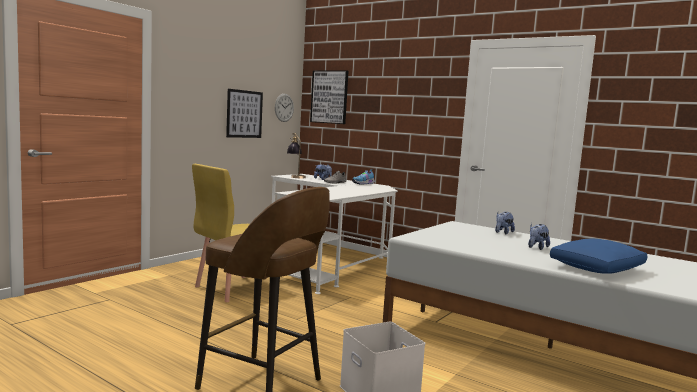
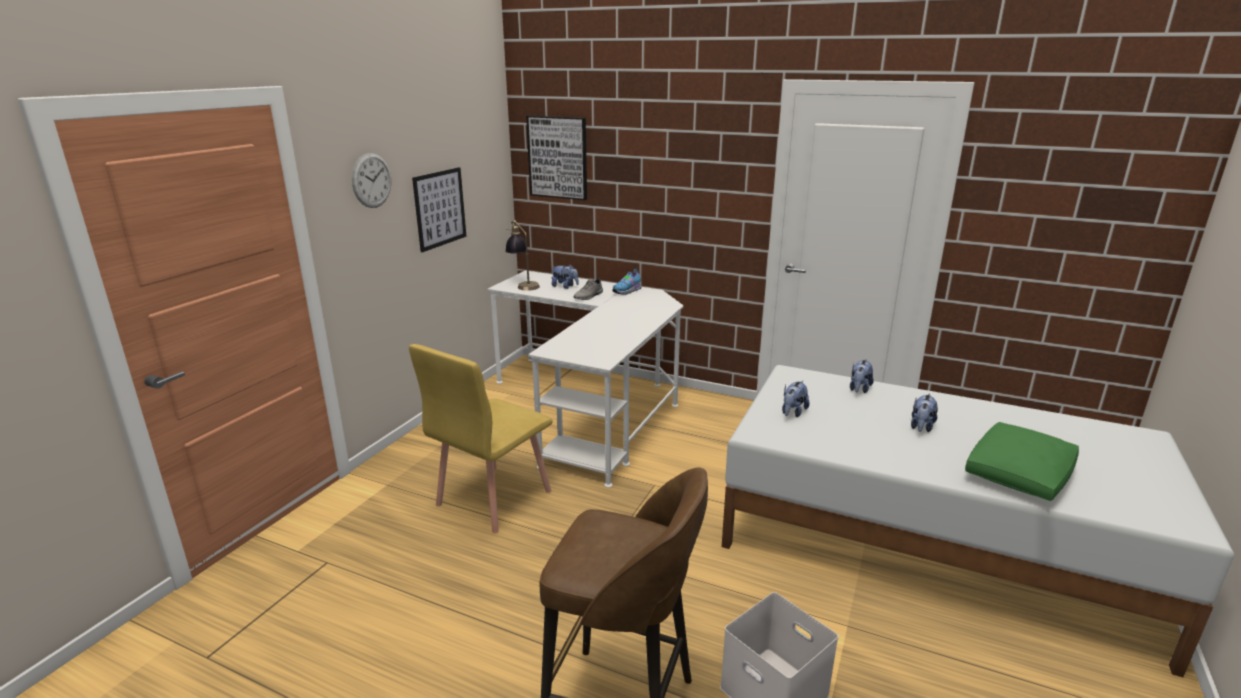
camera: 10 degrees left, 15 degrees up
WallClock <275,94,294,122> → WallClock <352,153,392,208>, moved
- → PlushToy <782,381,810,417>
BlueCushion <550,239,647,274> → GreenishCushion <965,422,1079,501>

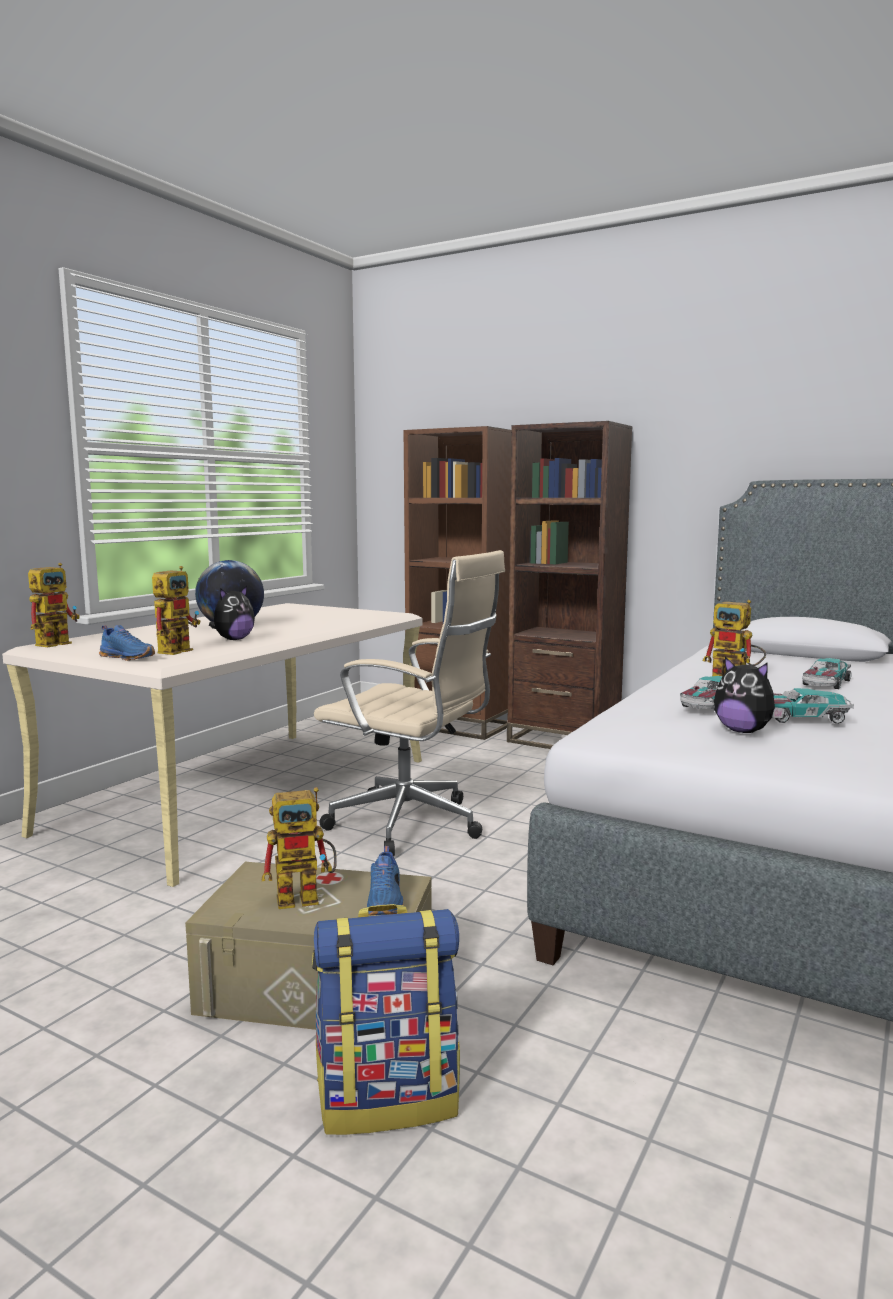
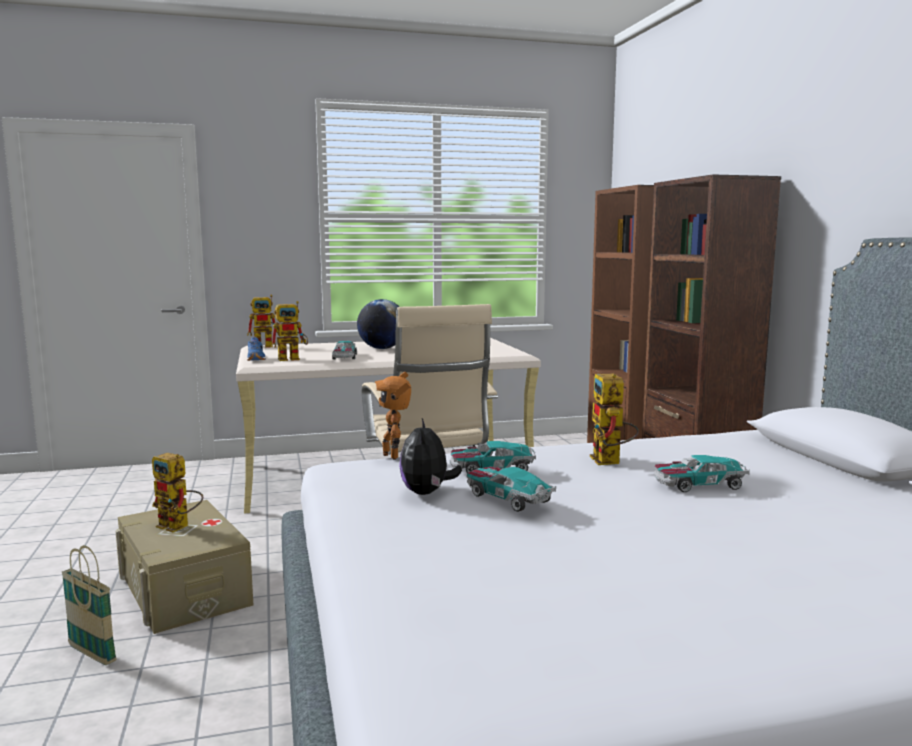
camera: 45 degrees right, 0 degrees up
Knapsack <312,904,460,1135> → StorageBasket <62,545,116,665>
PlushToy <209,586,255,640> → ToyCar <332,341,357,359>
- → ToyRobot <375,372,411,460>
BlueLowShoe <367,846,404,915> → -

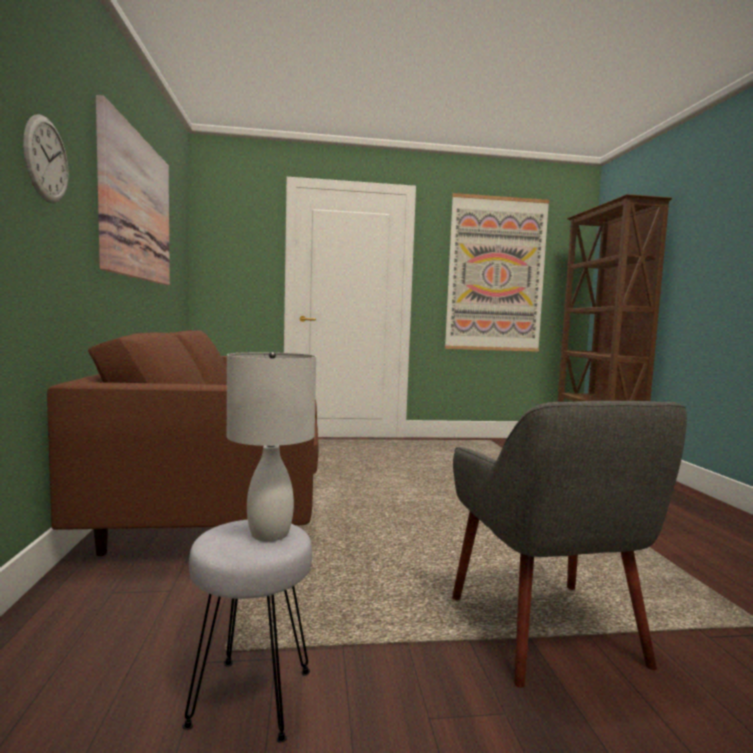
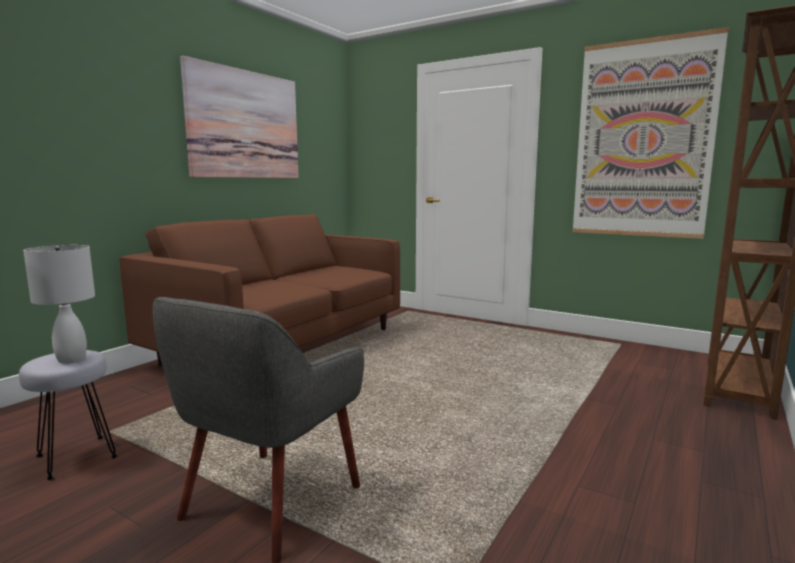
camera: 40 degrees right, 5 degrees up
WallClock <23,114,68,204> → -

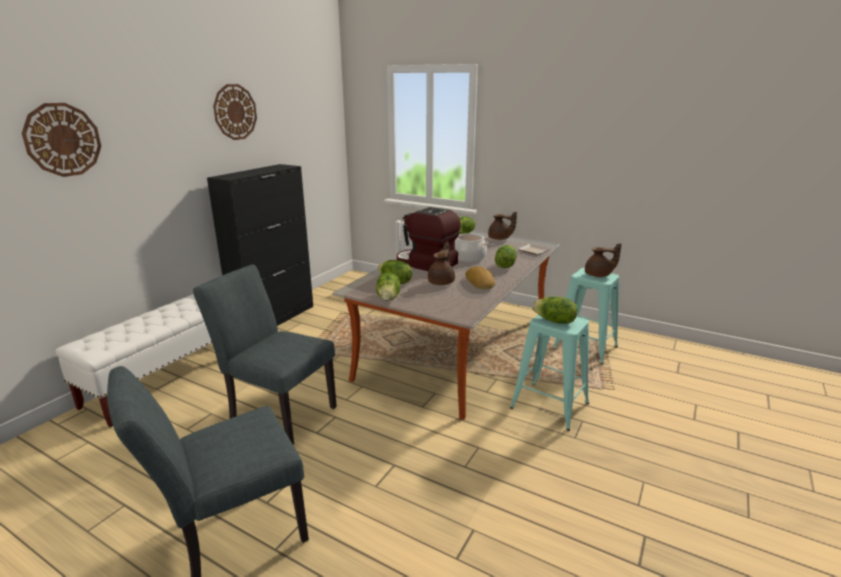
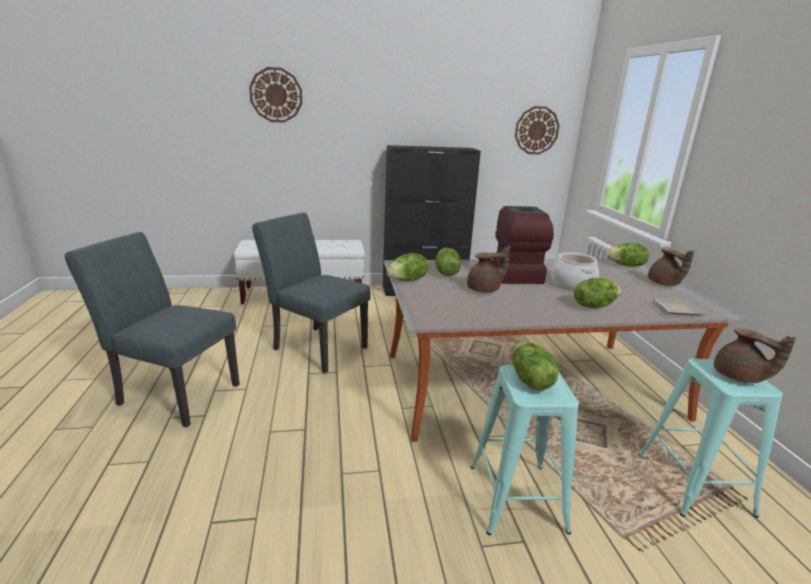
camera: 50 degrees right, 0 degrees up
GreyishChair <193,265,337,445> → GreyishChair <252,213,370,373>, 45 degrees counterclockwise
WallClock <213,84,257,140> → WallClock <515,106,559,154>, moved
BakeryBread <465,266,495,289> → -

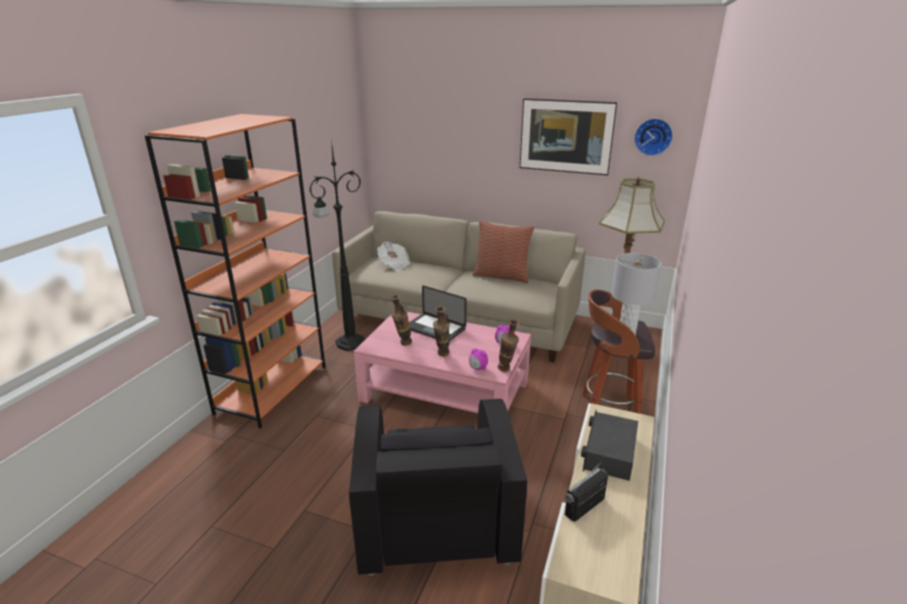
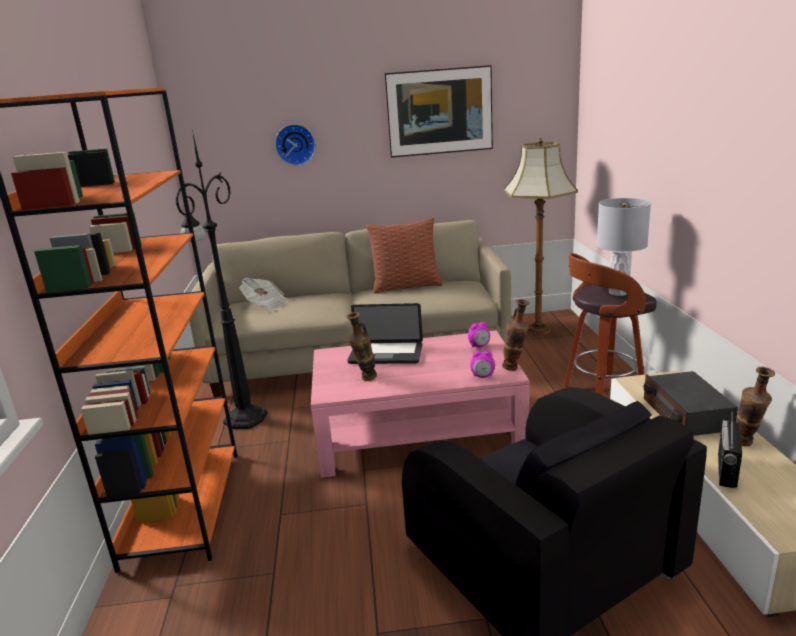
camera: 25 degrees left, 5 degrees down
WallClock <634,118,673,156> → WallClock <275,124,316,166>, moved
FlowerVase <433,306,450,356> → FlowerVase <736,367,775,446>, moved

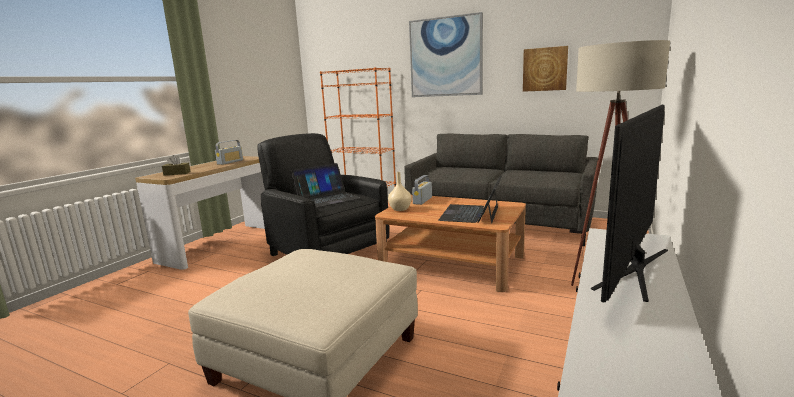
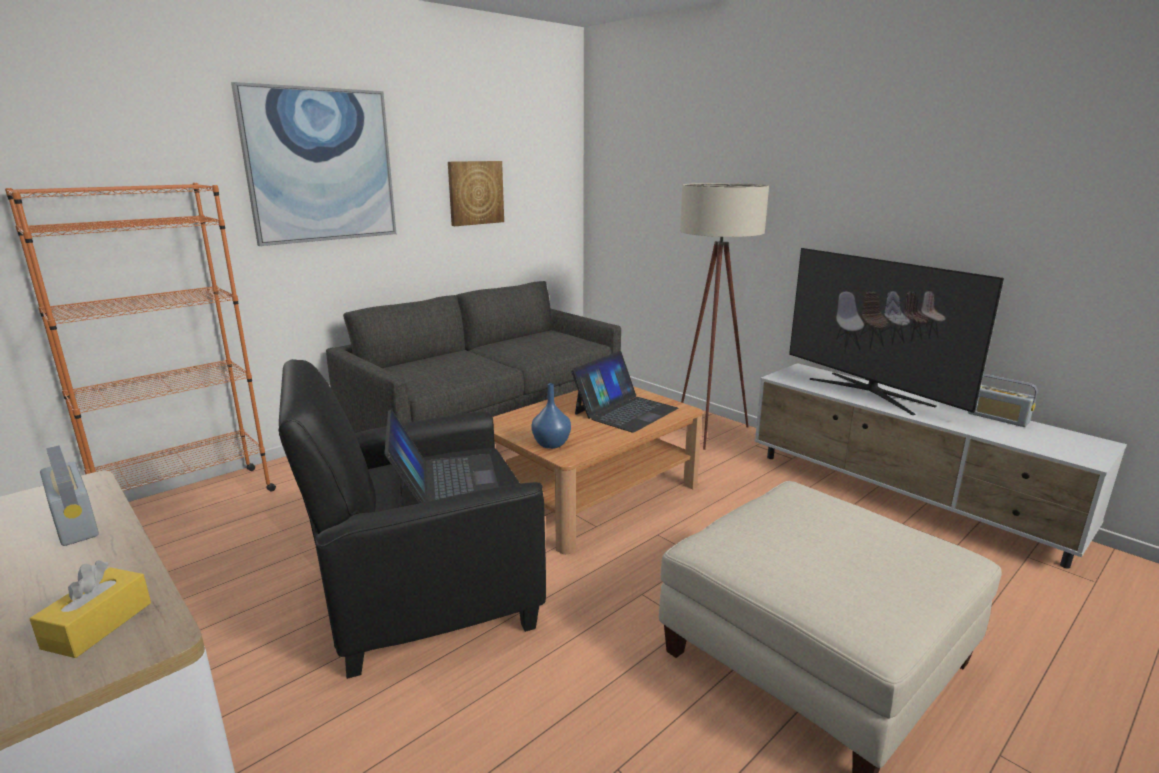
camera: 70 degrees left, 5 degrees up
BrownishTissueHolder <162,155,191,175> → YellowishTissueHolder <30,560,151,658>
SandColouredFlowerVase <388,172,412,211> → BlueFlowerVase <531,383,571,449>
PortableComputer <439,176,502,224> → PortableComputer <571,351,678,433>, 90 degrees counterclockwise
RadioReceiver <412,175,432,205> → RadioReceiver <968,374,1038,427>, moved

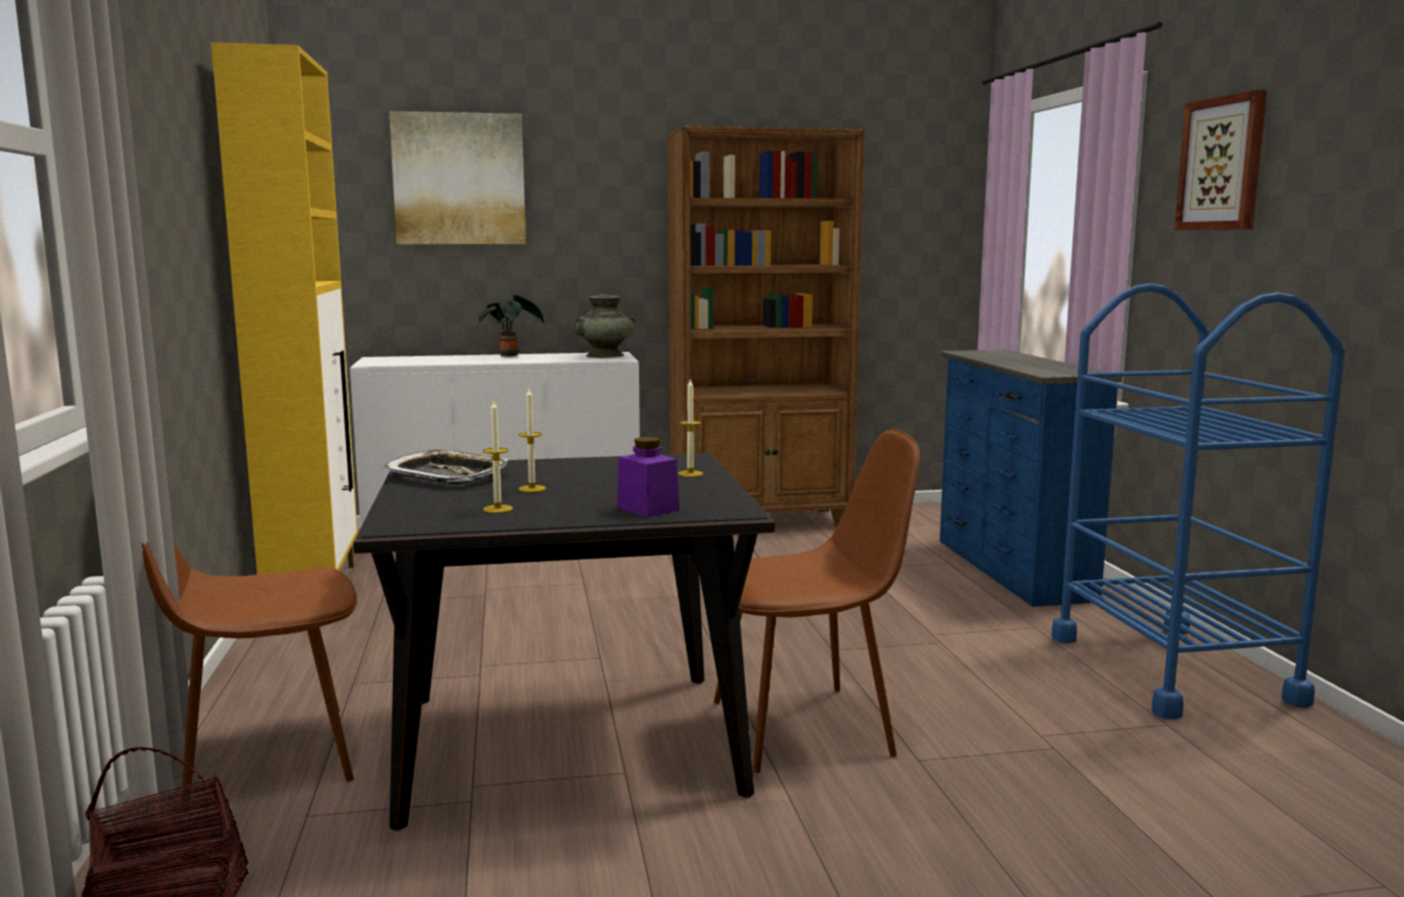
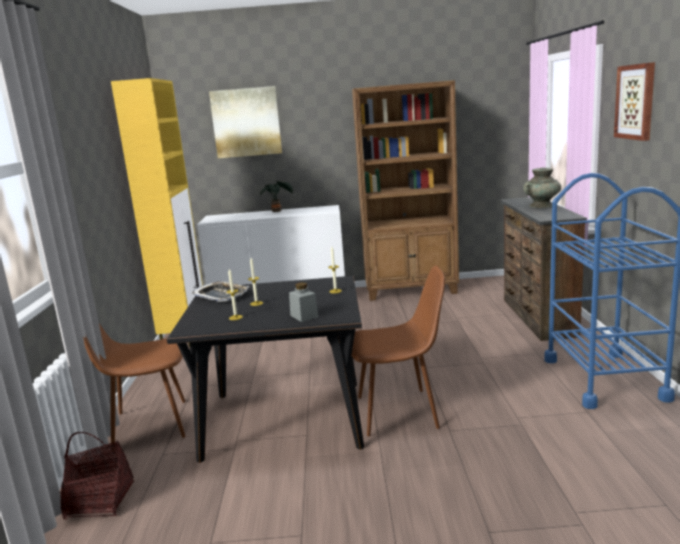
camera: 10 degrees right, 5 degrees up
PurplishStorageJar <617,437,679,518> → GreyishStorageJar <289,282,318,322>
BlueDresser <940,350,1122,607> → BrownishDresser <500,197,587,341>
TurquoiseFlowerVase <573,294,635,358> → TurquoiseFlowerVase <523,168,561,208>, moved

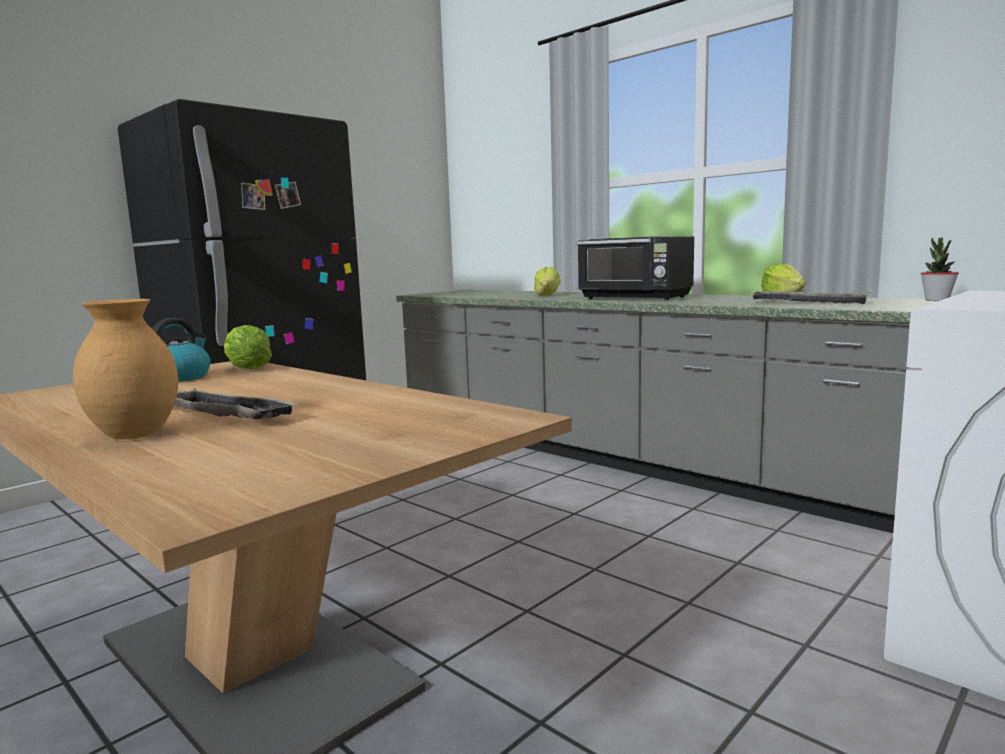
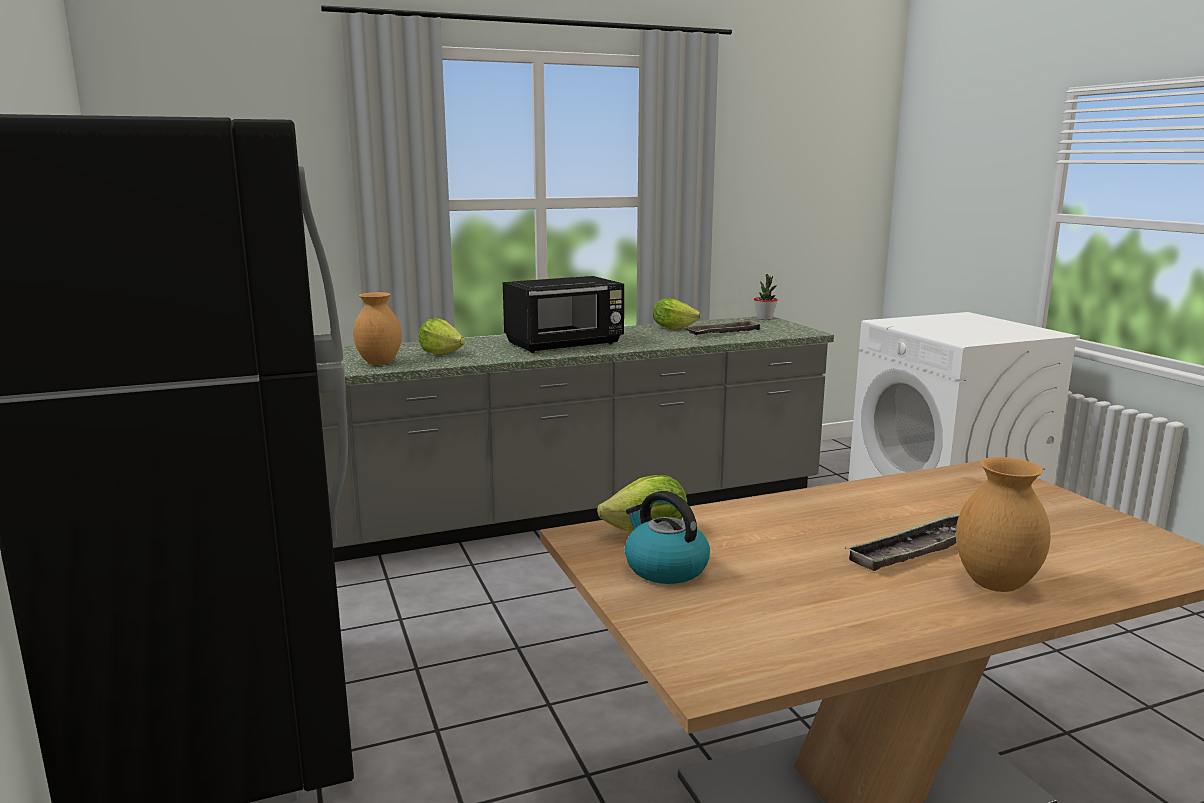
camera: 65 degrees left, 5 degrees up
- → BrownishFlowerVase <353,292,402,365>

